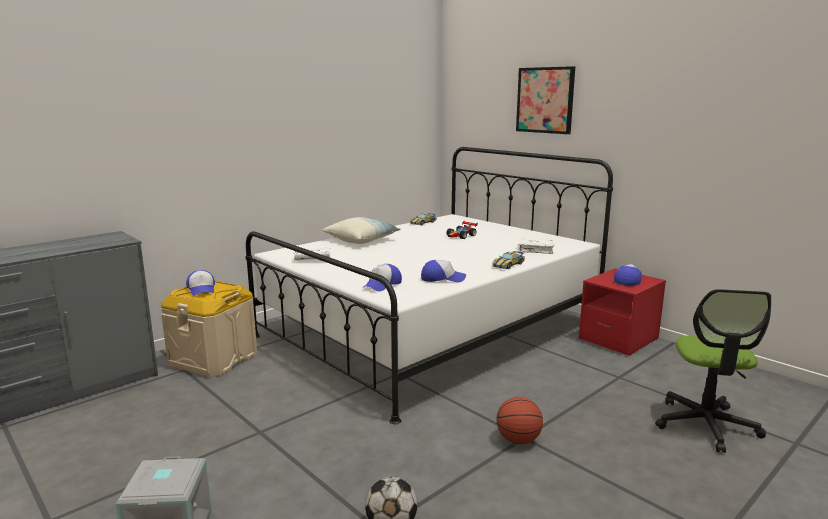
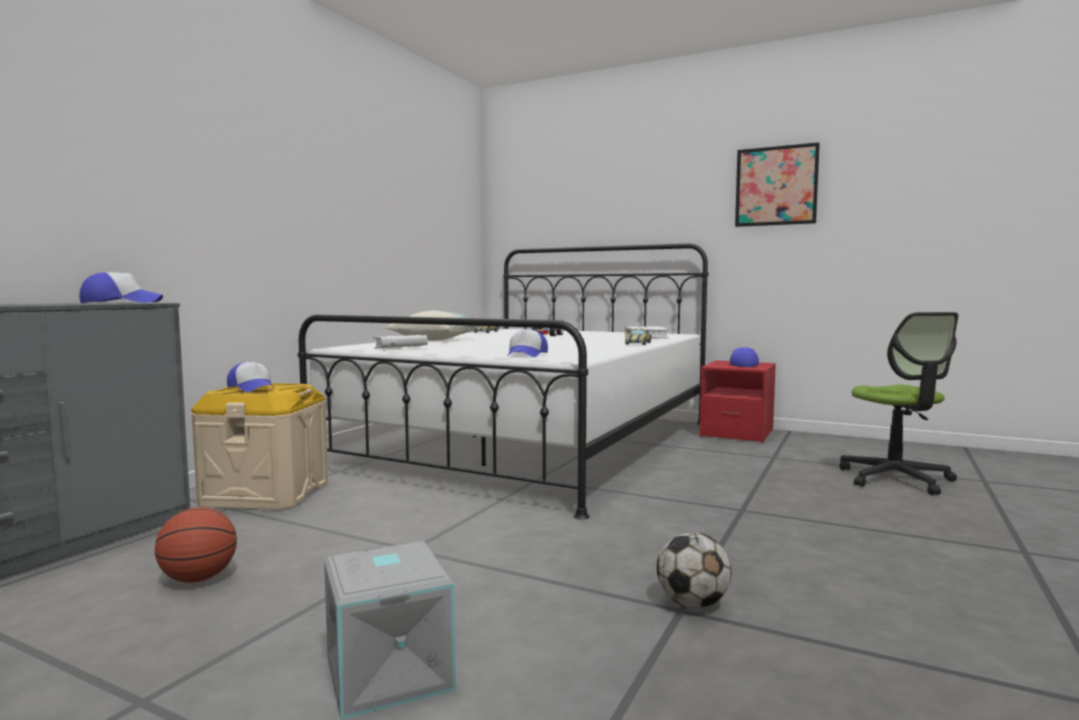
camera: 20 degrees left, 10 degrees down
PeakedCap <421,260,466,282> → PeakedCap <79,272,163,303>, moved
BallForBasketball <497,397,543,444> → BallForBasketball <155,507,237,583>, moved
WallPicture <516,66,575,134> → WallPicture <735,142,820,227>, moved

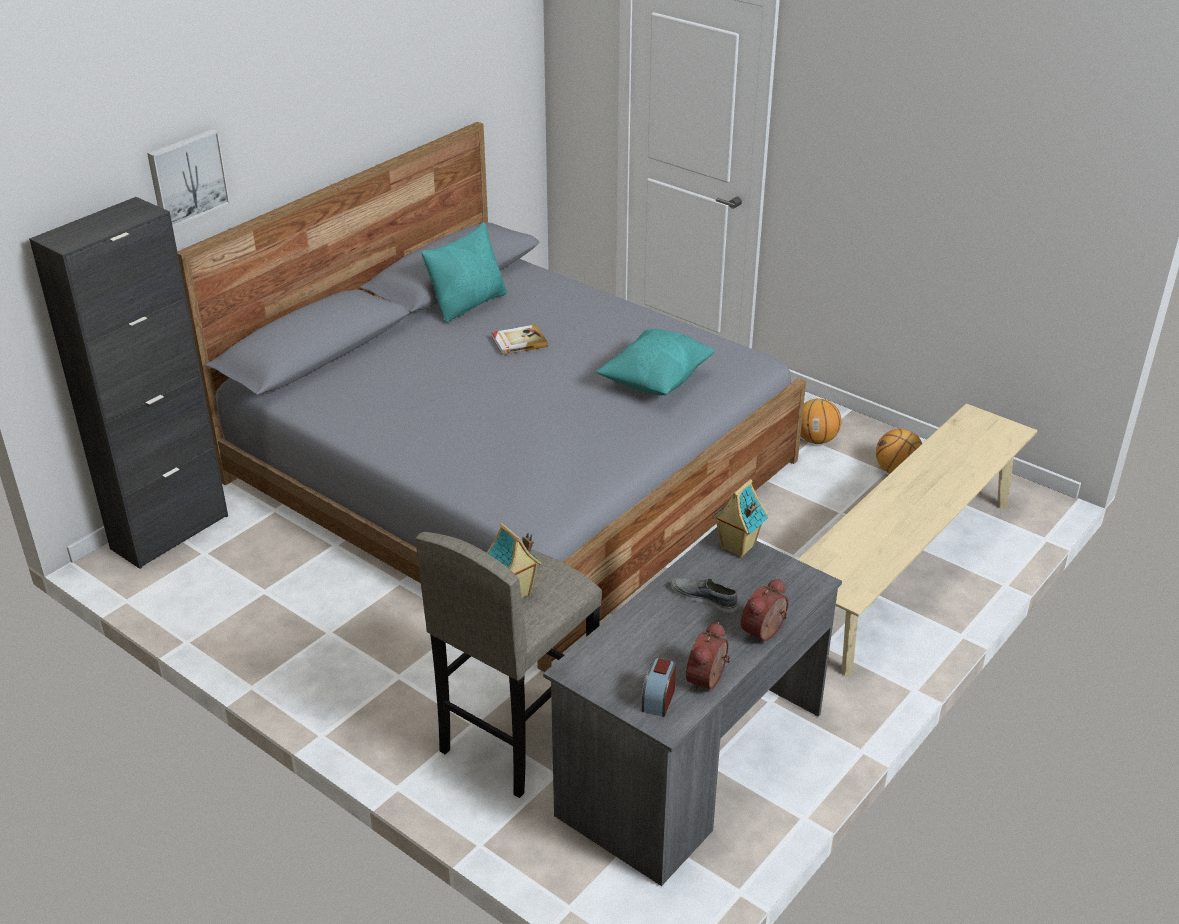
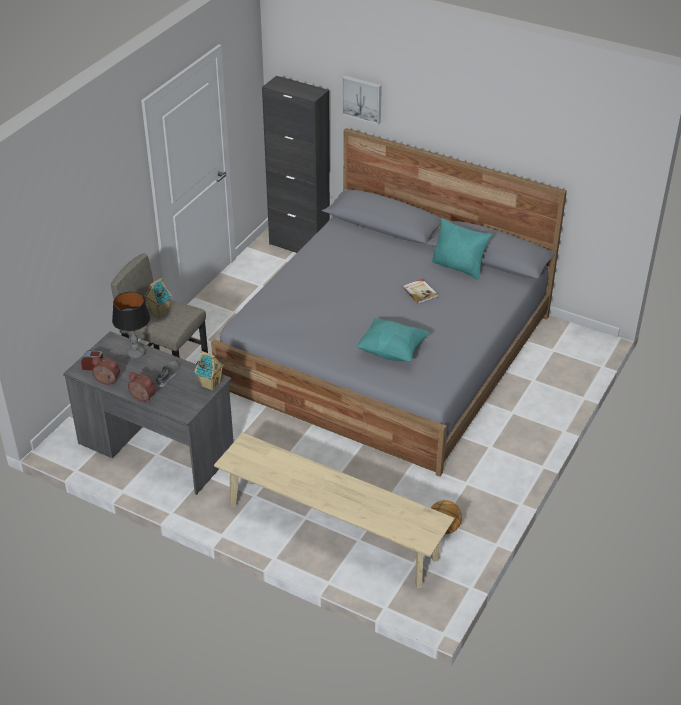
camera: 80 degrees right, 5 degrees up
- → TabletopLamp <112,292,150,359>
BallForBasketball <800,399,841,444> → -

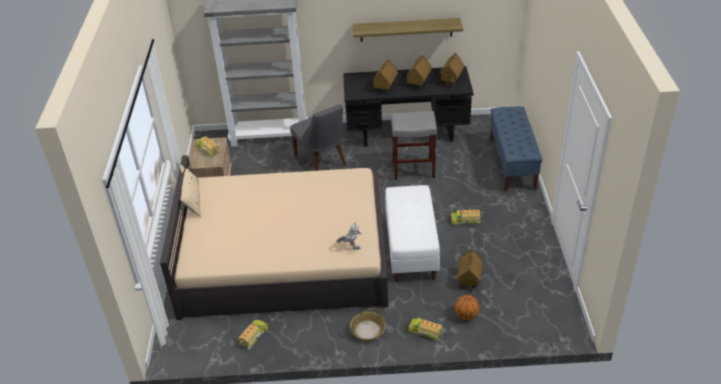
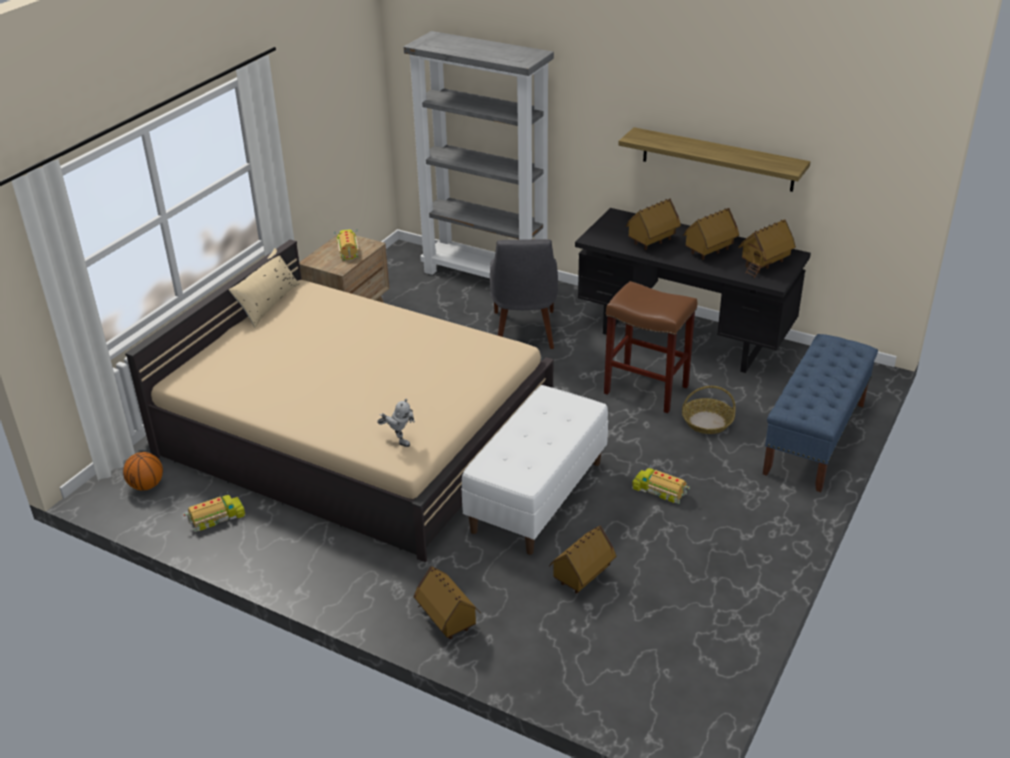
camera: 30 degrees right, 5 degrees down
BallForBasketball <455,295,479,320> → BallForBasketball <123,452,163,491>, moved
ToyLorry <408,316,445,341> → MiniatureHouse <414,566,481,639>
GreyishStool <391,111,437,180> → BrownishStool <604,281,697,413>
StorageBasket <350,308,386,341> → StorageBasket <682,386,735,434>, moved

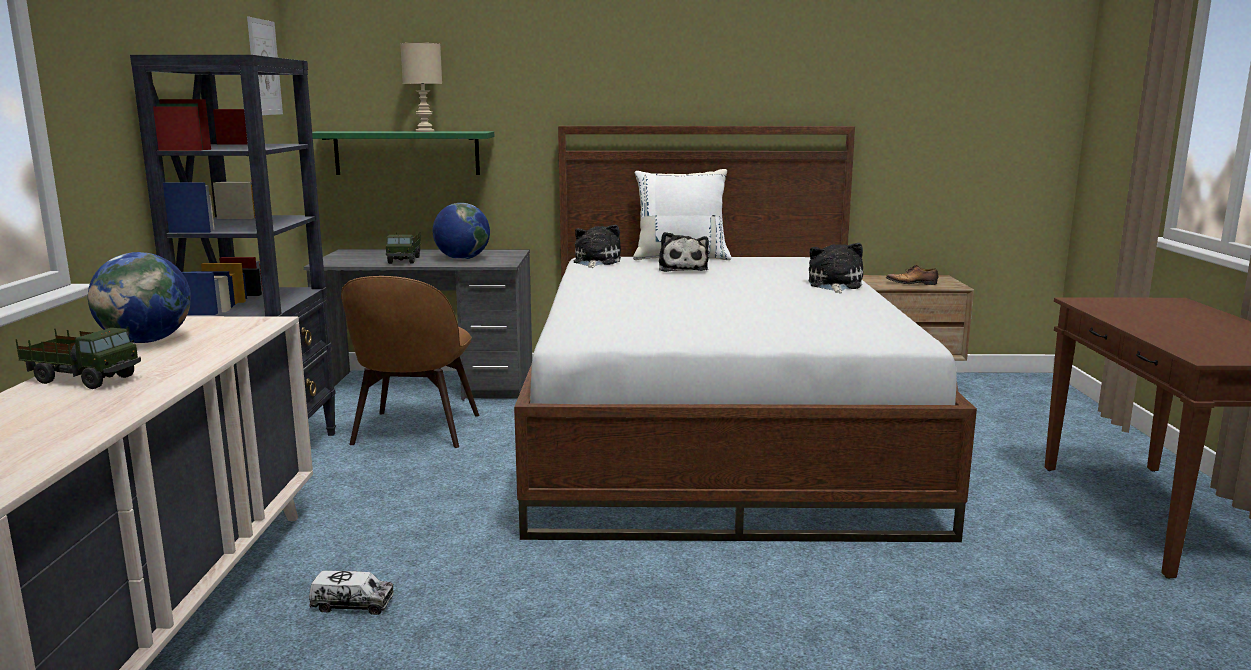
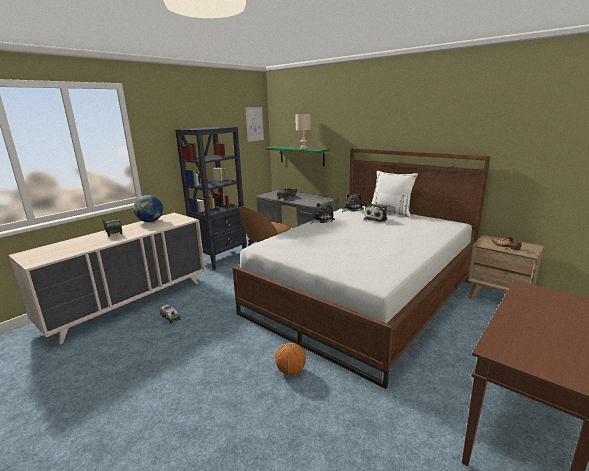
camera: 40 degrees right, 5 degrees up
- → BallForBasketball <275,342,306,375>
PlushToy <808,243,863,293> → PlushToy <310,203,335,224>, moved
WorldGlobe <433,203,490,260> → -

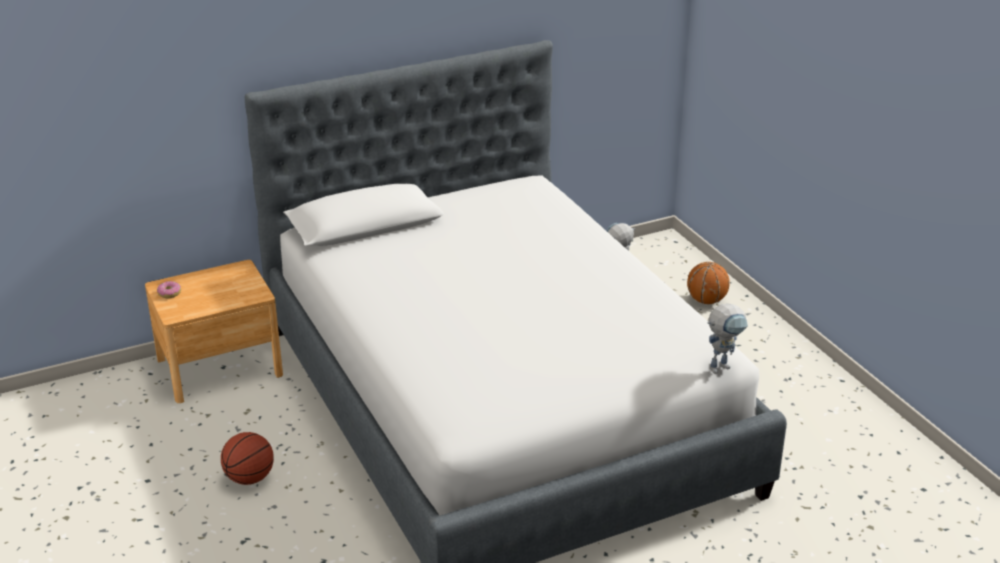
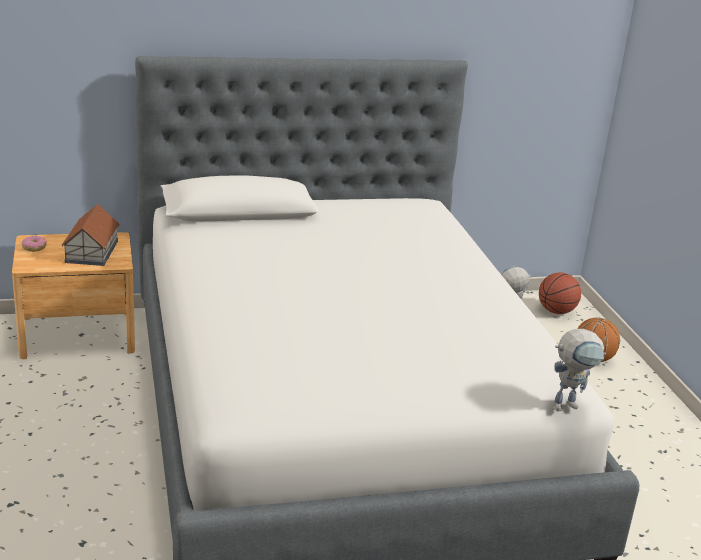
camera: 10 degrees right, 5 degrees down
- → MiniatureHouse <61,204,120,266>
BallForBasketball <221,432,274,485> → BallForBasketball <539,272,581,314>, moved

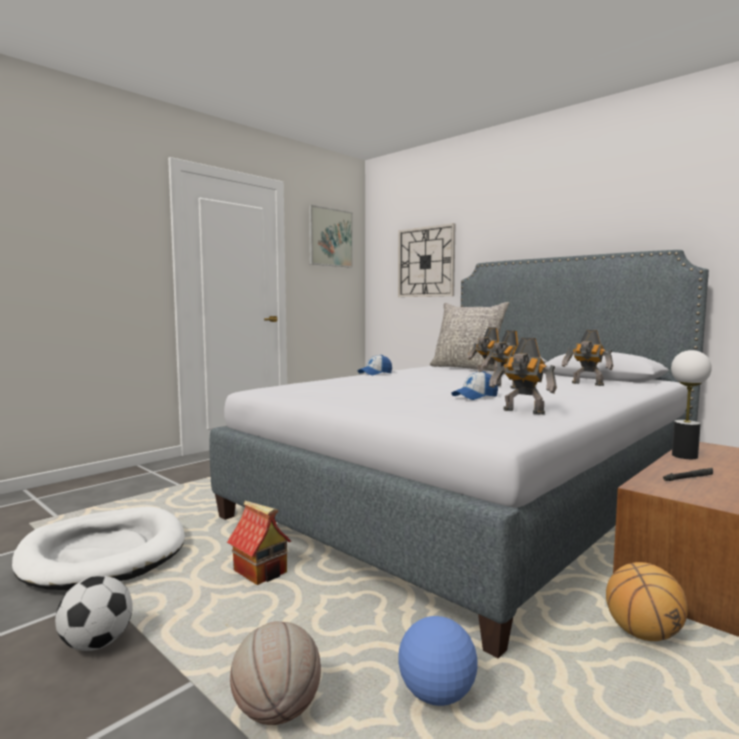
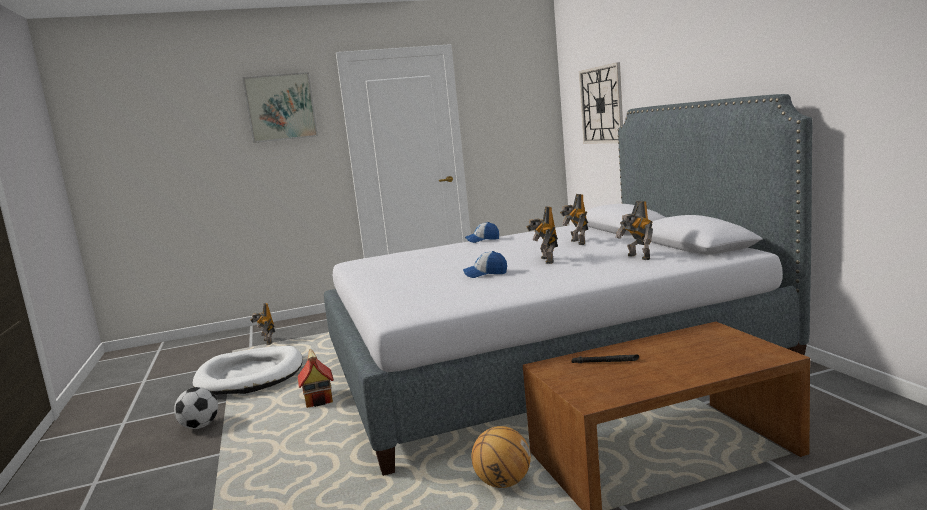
camera: 30 degrees right, 5 degrees up
WallPicture <309,205,353,268> → WallPicture <242,72,318,143>, moved
ToyRobot <489,337,557,415> → ToyRobot <250,303,275,345>, moved
BallForBasketball <230,621,321,725> → -
Football <398,616,478,706> → -
GreyishCushion <430,302,509,371> → -
TabletopLamp <671,350,712,459> → -

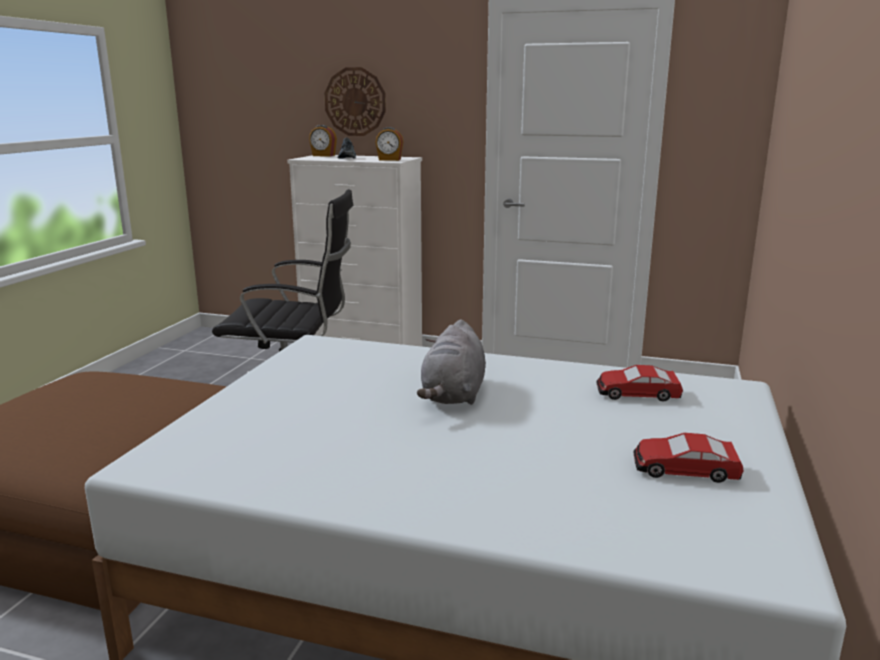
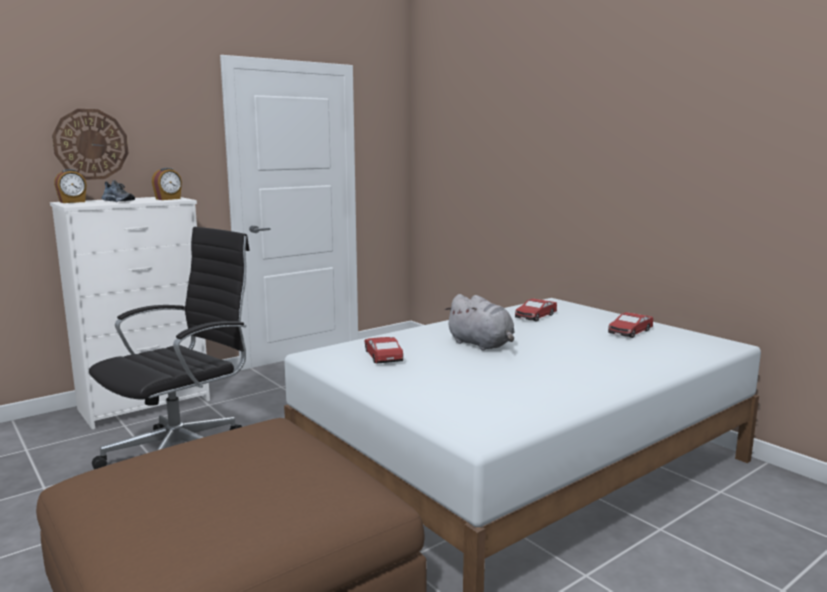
camera: 55 degrees left, 5 degrees down
- → ToyCar <365,337,403,364>

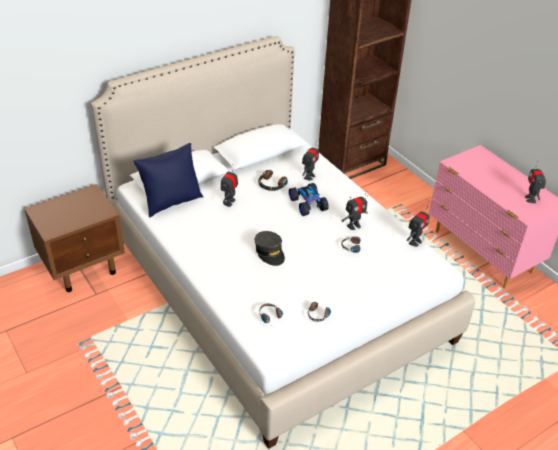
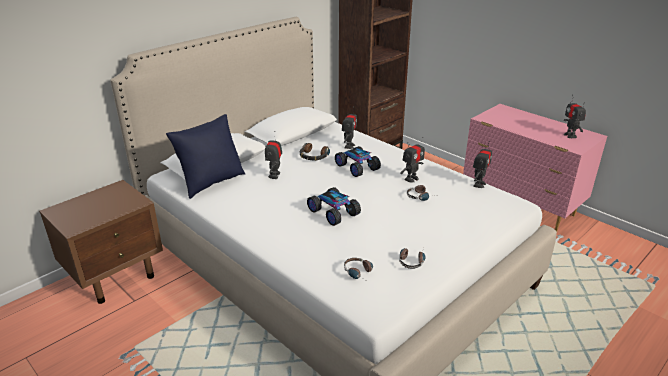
camera: 10 degrees left, 10 degrees down
GreyishPeakedCap <255,231,285,266> → ToyCar <307,187,361,226>

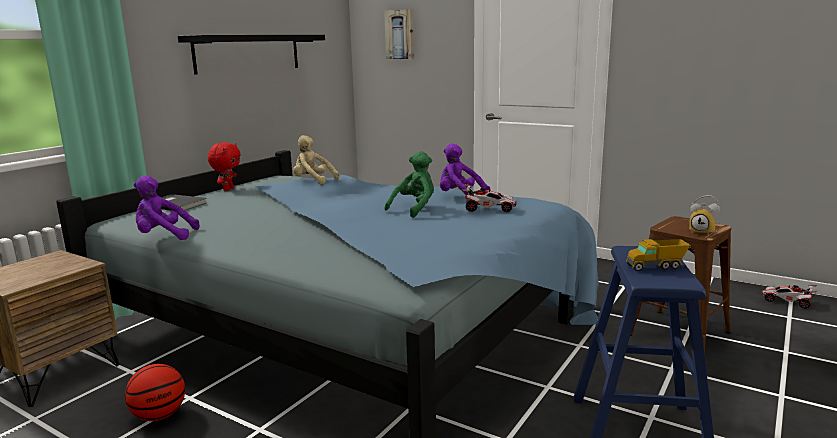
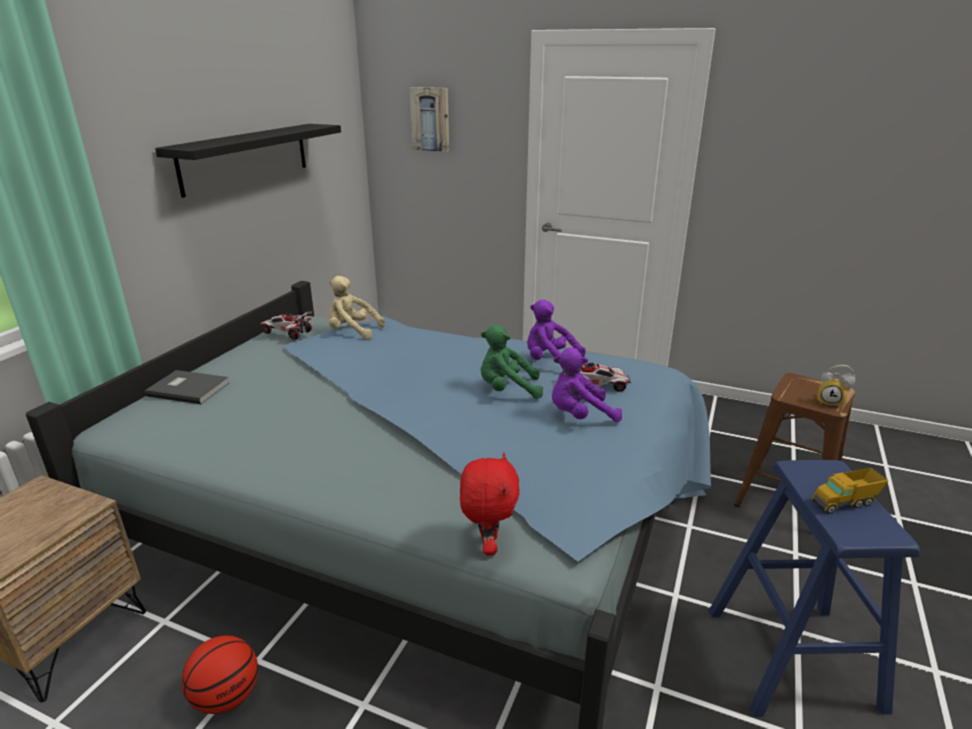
camera: 10 degrees left, 10 degrees up
ToyCar <761,285,817,308> → ToyCar <260,312,312,340>, moved
ReddishPlushToy <208,142,241,191> → ReddishPlushToy <460,453,520,555>, moved
GreenishPlushToy <384,151,434,218> → GreenishPlushToy <481,325,543,399>, 120 degrees counterclockwise
PurplishPlushToy <134,176,199,240> → PurplishPlushToy <552,348,622,422>, moved

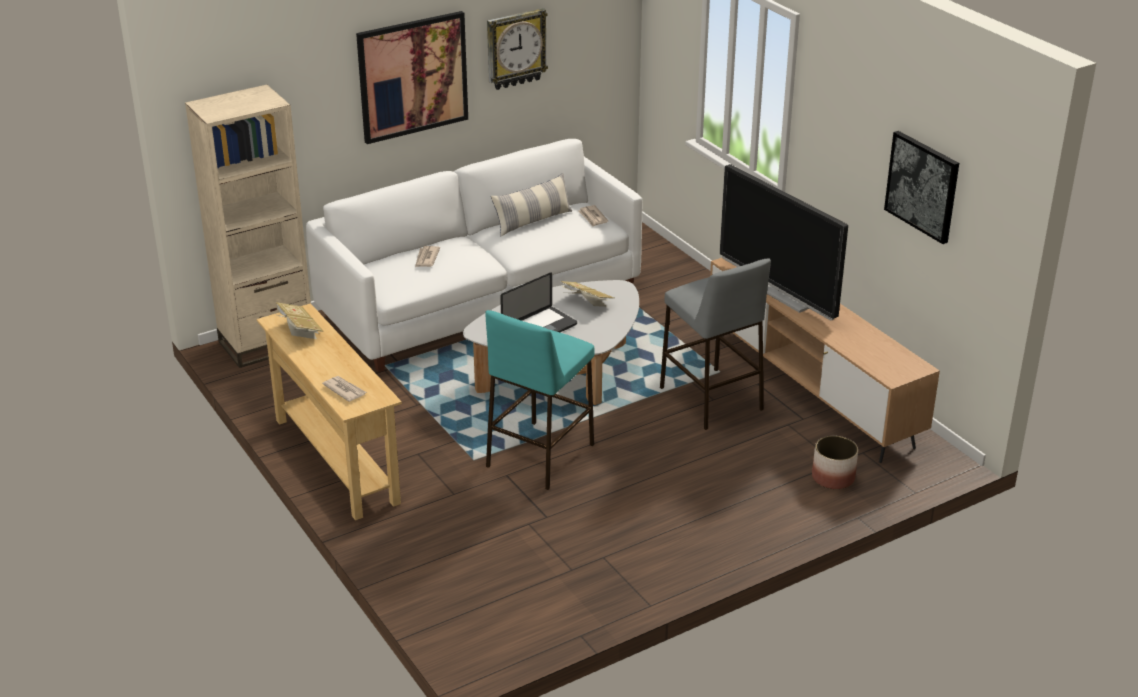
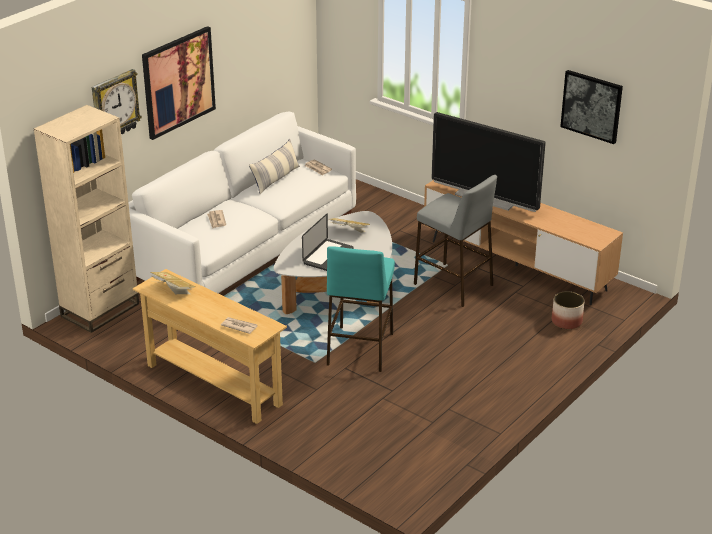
camera: 20 degrees left, 0 degrees up
WallClock <487,8,548,90> → WallClock <92,69,142,134>, moved

